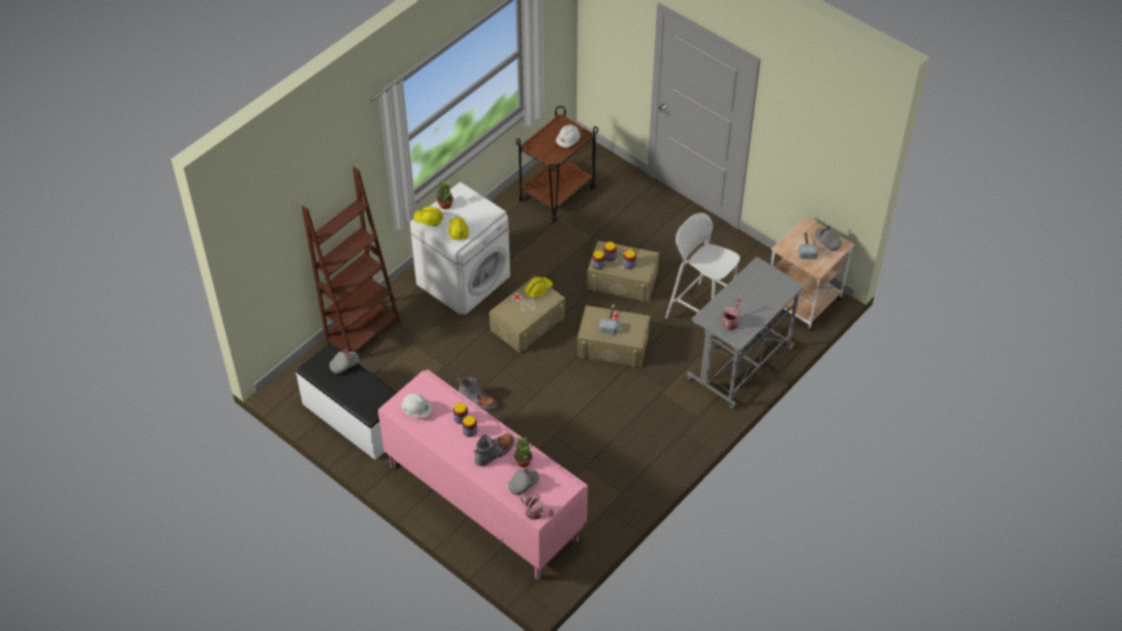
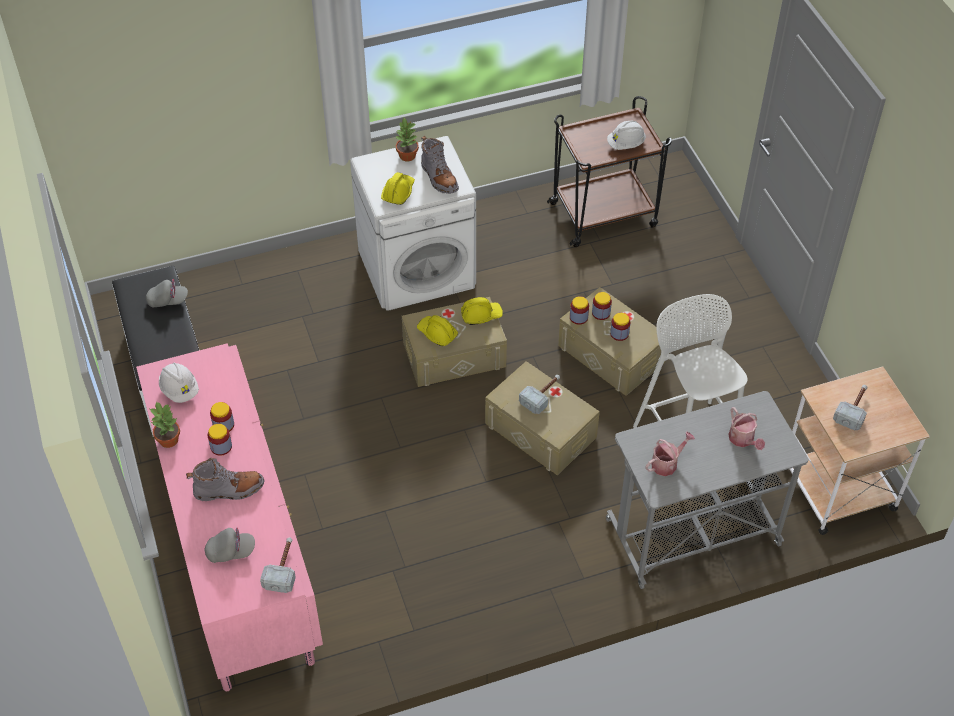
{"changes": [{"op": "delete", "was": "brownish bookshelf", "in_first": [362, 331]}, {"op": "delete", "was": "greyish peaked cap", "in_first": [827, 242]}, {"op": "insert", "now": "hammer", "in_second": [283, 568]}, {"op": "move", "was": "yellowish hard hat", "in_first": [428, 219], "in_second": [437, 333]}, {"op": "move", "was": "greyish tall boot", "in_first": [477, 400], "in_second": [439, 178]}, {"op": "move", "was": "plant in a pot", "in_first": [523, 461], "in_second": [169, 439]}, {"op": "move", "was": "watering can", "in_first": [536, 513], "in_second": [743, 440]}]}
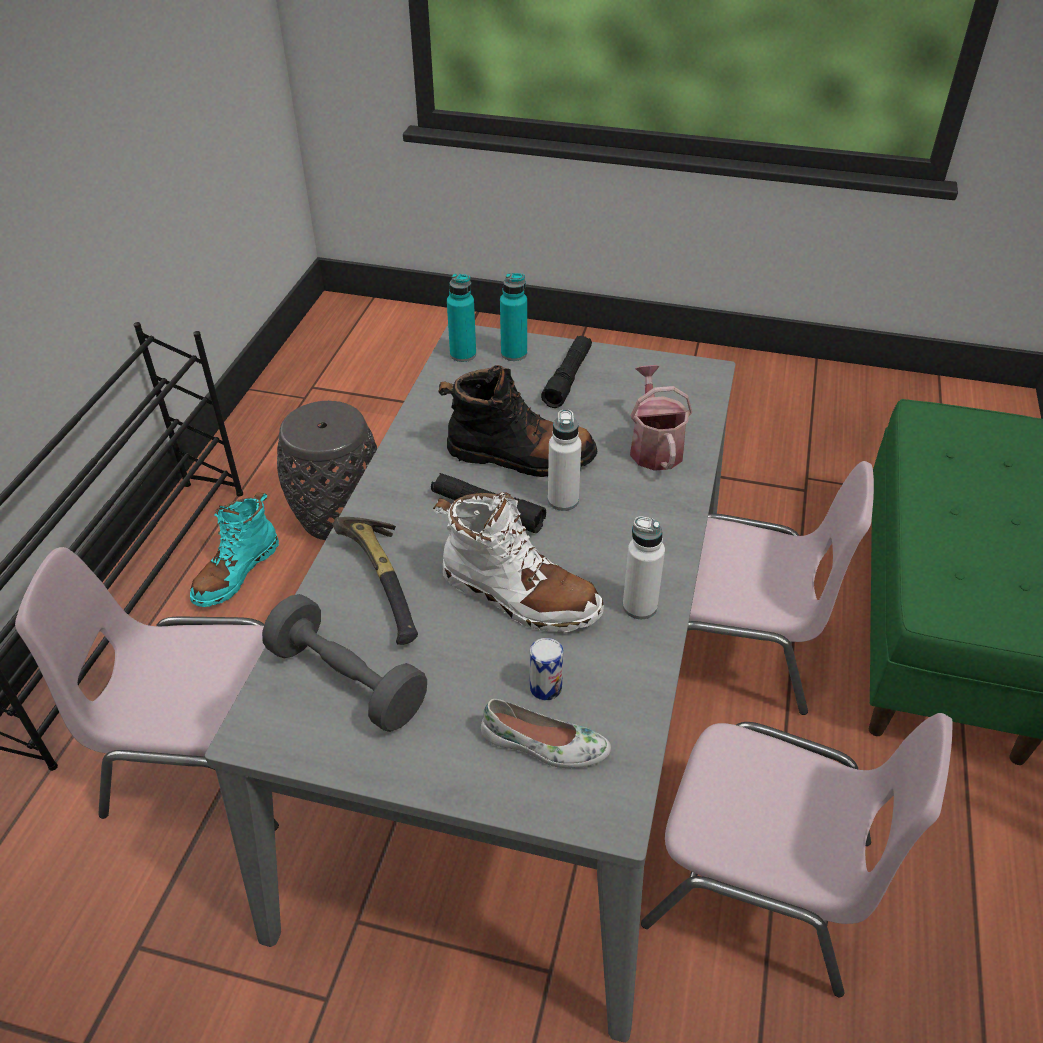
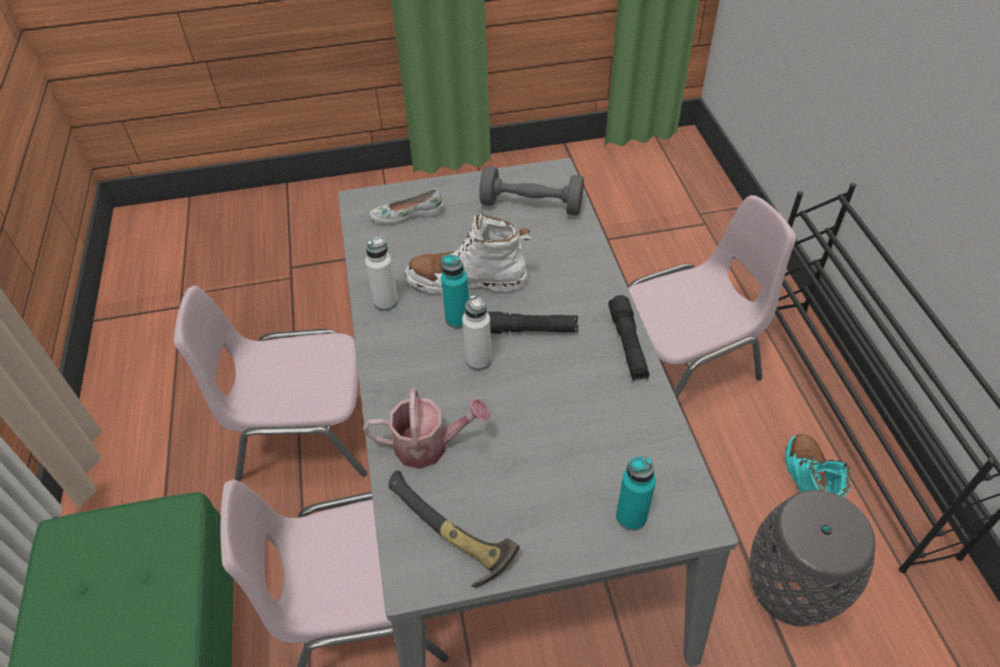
{"changes": [{"op": "delete", "was": "blackish tall boot", "in_first": [520, 456]}, {"op": "delete", "was": "metal can", "in_first": [545, 687]}, {"op": "move", "was": "hammer", "in_first": [387, 583], "in_second": [448, 536]}, {"op": "move", "was": "blue-green bottle", "in_first": [463, 354], "in_second": [458, 319]}, {"op": "move", "was": "blackish torch", "in_first": [568, 378], "in_second": [628, 345]}, {"op": "rotate", "was": "watering can", "in_first": [654, 446], "in_second": [429, 445], "clockwise": -60}]}
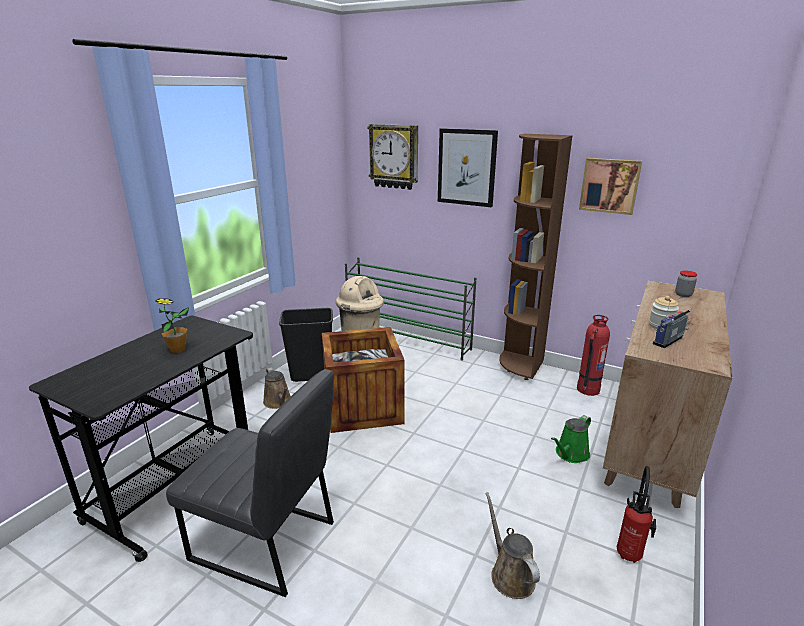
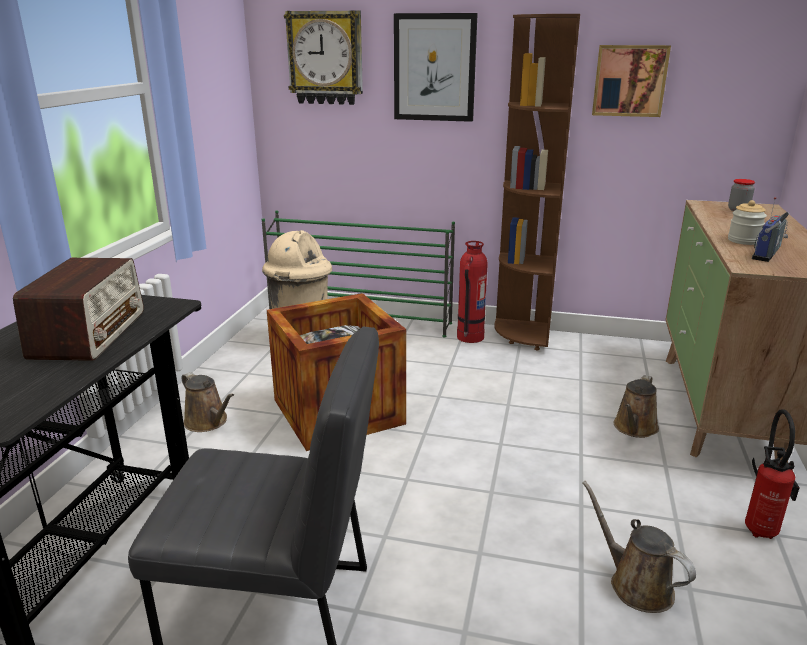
{"changes": [{"op": "delete", "was": "blackish rubbish bin", "in_first": [311, 375]}, {"op": "move", "was": "extinguisher", "in_first": [587, 389], "in_second": [469, 337]}, {"op": "replace", "was": "plant in a pot", "now": "radio", "in_first": [178, 349], "in_second": [90, 334]}, {"op": "recolor", "was": "greenish watering can", "now": "brownish watering can", "in_first": [570, 454], "in_second": [634, 428]}]}
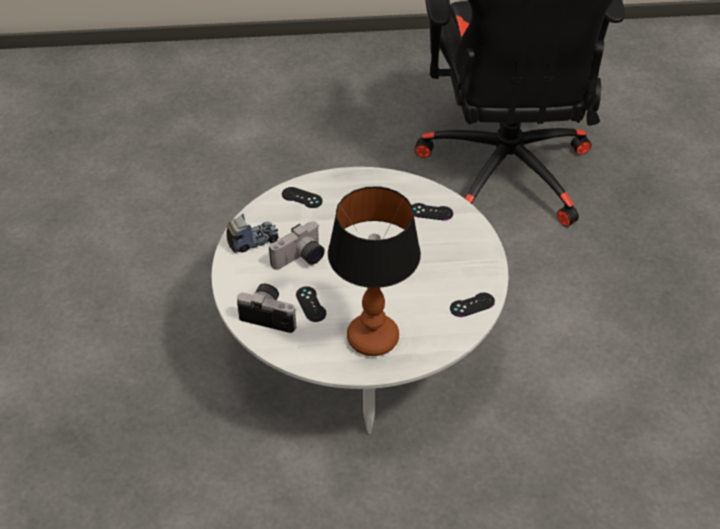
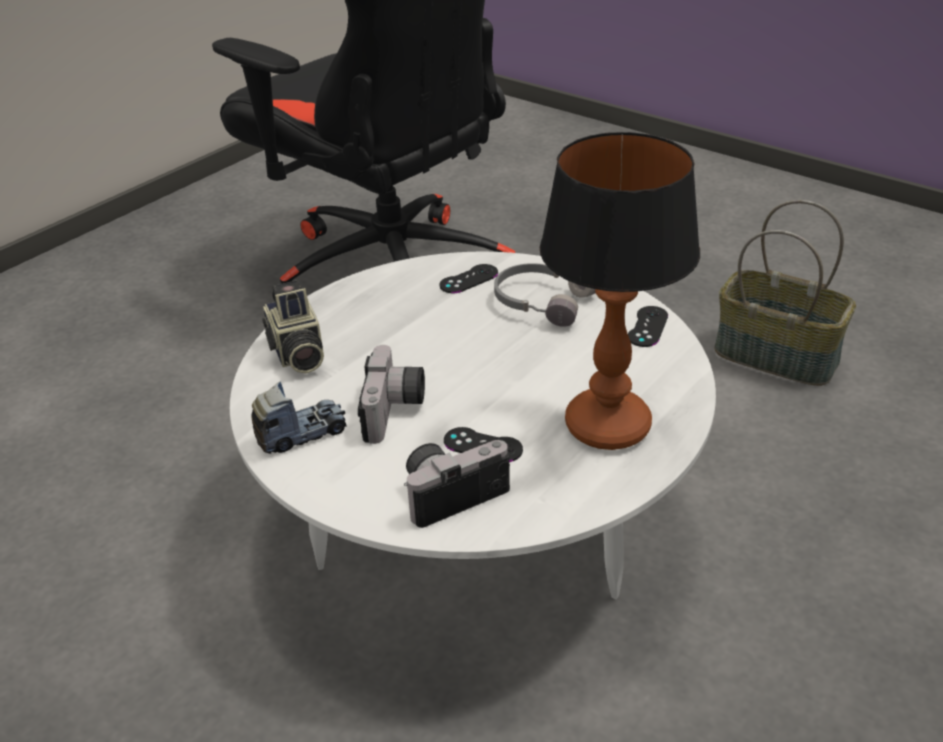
{"changes": [{"op": "insert", "now": "greyish pair of headphones", "in_second": [542, 301]}, {"op": "insert", "now": "household basket", "in_second": [777, 355]}, {"op": "replace", "was": "blackish gamepad", "now": "still camera", "in_first": [302, 198], "in_second": [296, 353]}, {"op": "rotate", "was": "toy truck", "in_first": [253, 241], "in_second": [301, 433], "clockwise": 45}]}
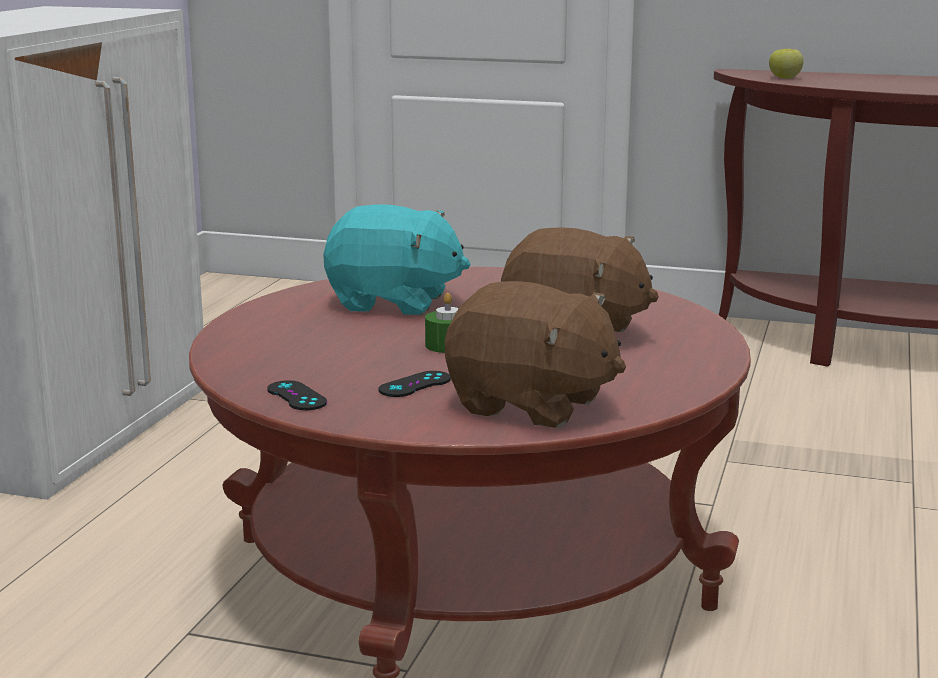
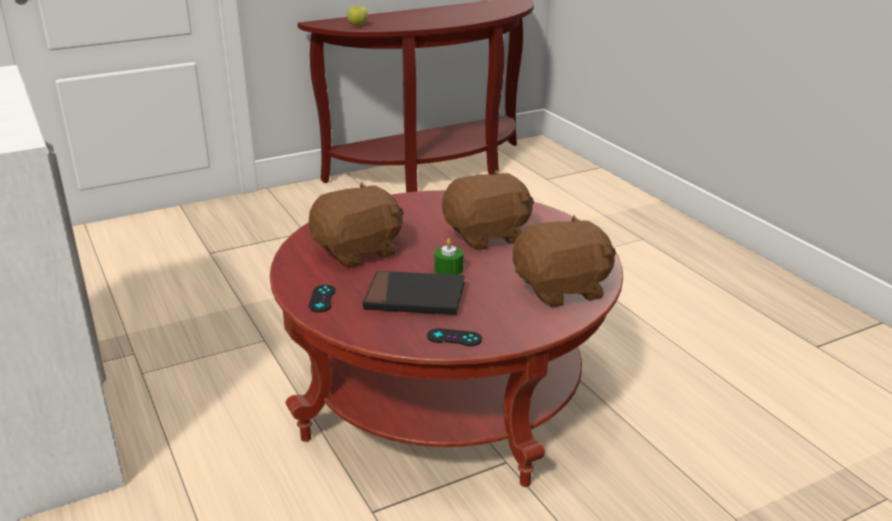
{"changes": [{"op": "insert", "now": "blackish book", "in_second": [415, 298]}, {"op": "move", "was": "blackish gamepad", "in_first": [415, 385], "in_second": [322, 299]}, {"op": "recolor", "was": "blue-green cuddly toy", "now": "brownish cuddly toy", "in_first": [394, 303], "in_second": [358, 251]}]}
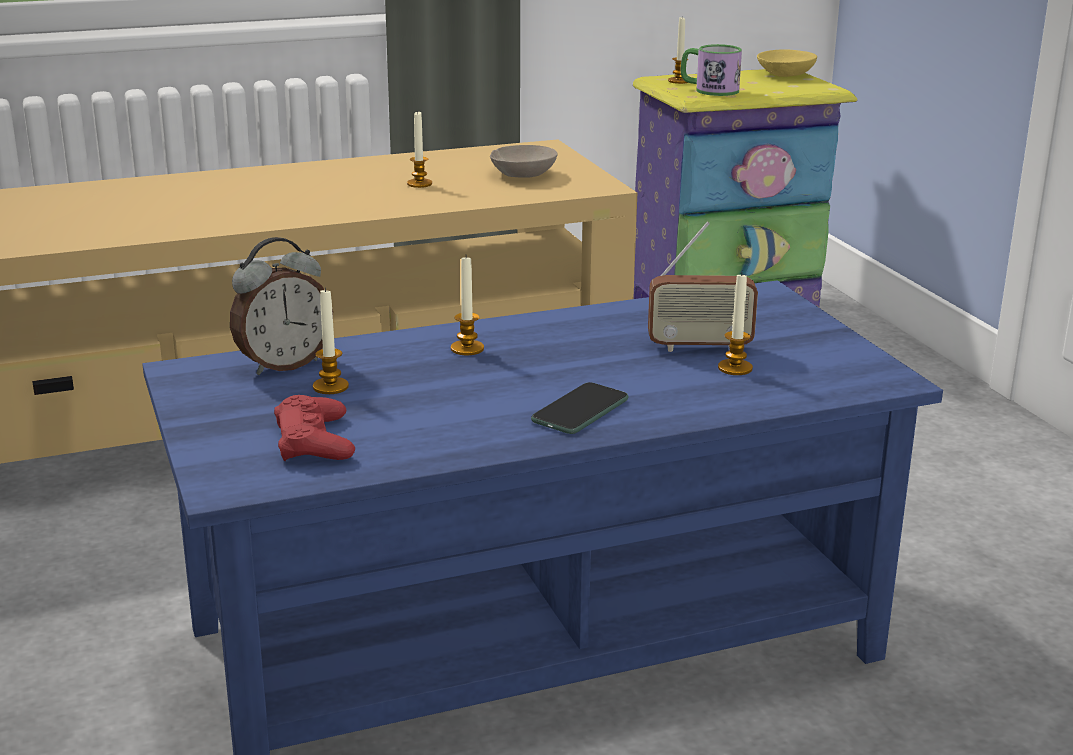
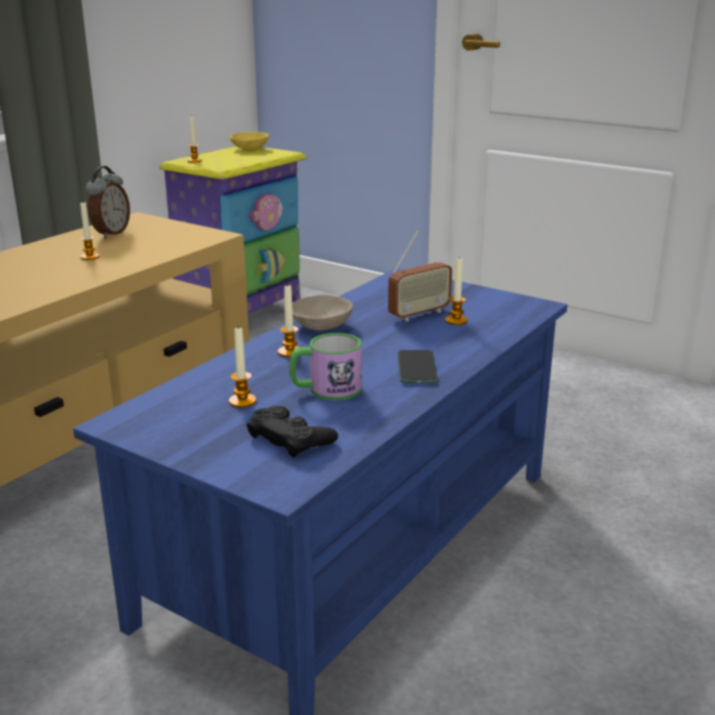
{"changes": [{"op": "move", "was": "alarm clock", "in_first": [283, 365], "in_second": [110, 233]}, {"op": "move", "was": "beige bowl", "in_first": [525, 175], "in_second": [323, 325]}, {"op": "move", "was": "tea mug", "in_first": [709, 90], "in_second": [326, 390]}, {"op": "recolor", "was": "red gamepad", "now": "blackish gamepad", "in_first": [314, 440], "in_second": [290, 438]}]}
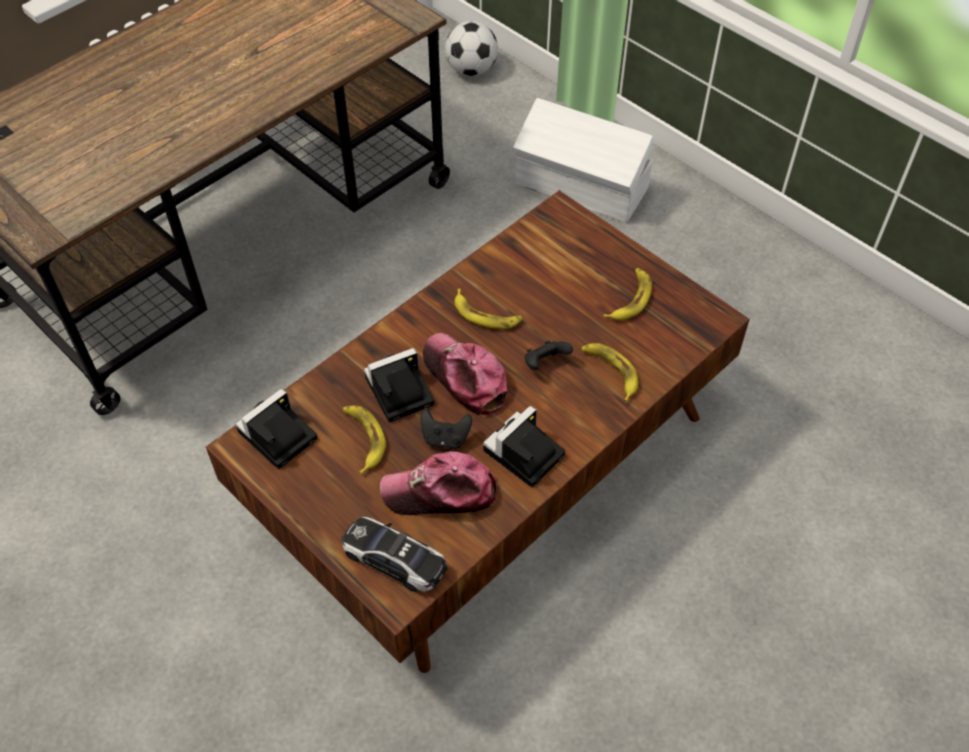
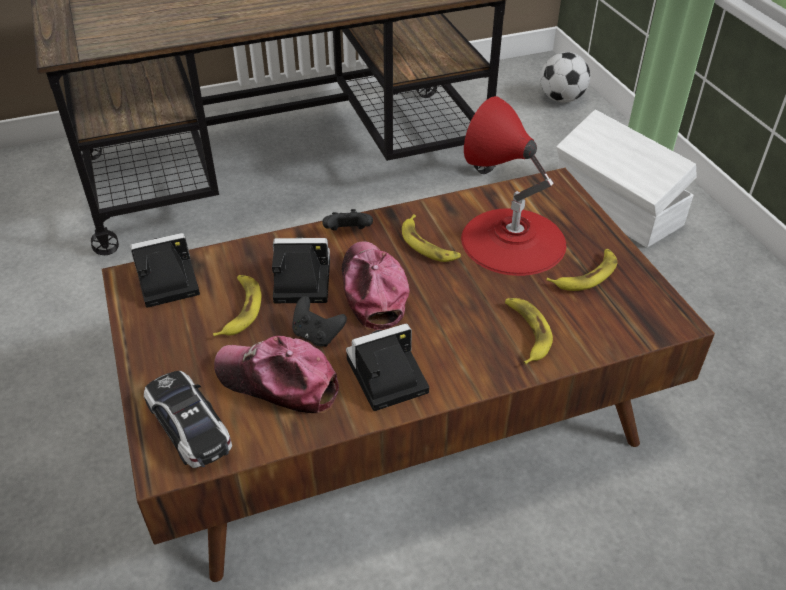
{"changes": [{"op": "insert", "now": "red lamp for a table", "in_second": [512, 241]}, {"op": "move", "was": "blackish gamepad", "in_first": [545, 363], "in_second": [348, 233]}]}
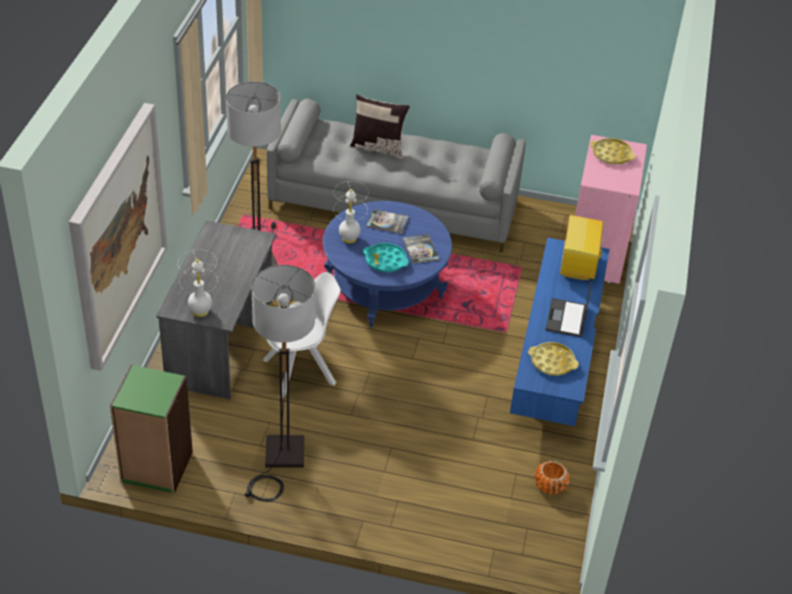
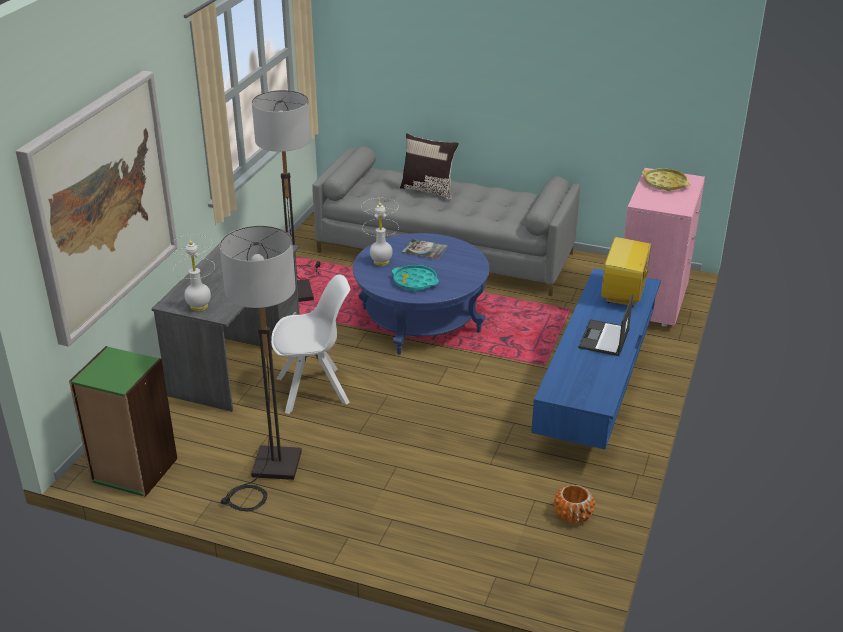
{"changes": [{"op": "delete", "was": "book", "in_first": [420, 249]}, {"op": "delete", "was": "yellowish carrying tray", "in_first": [552, 362]}]}
